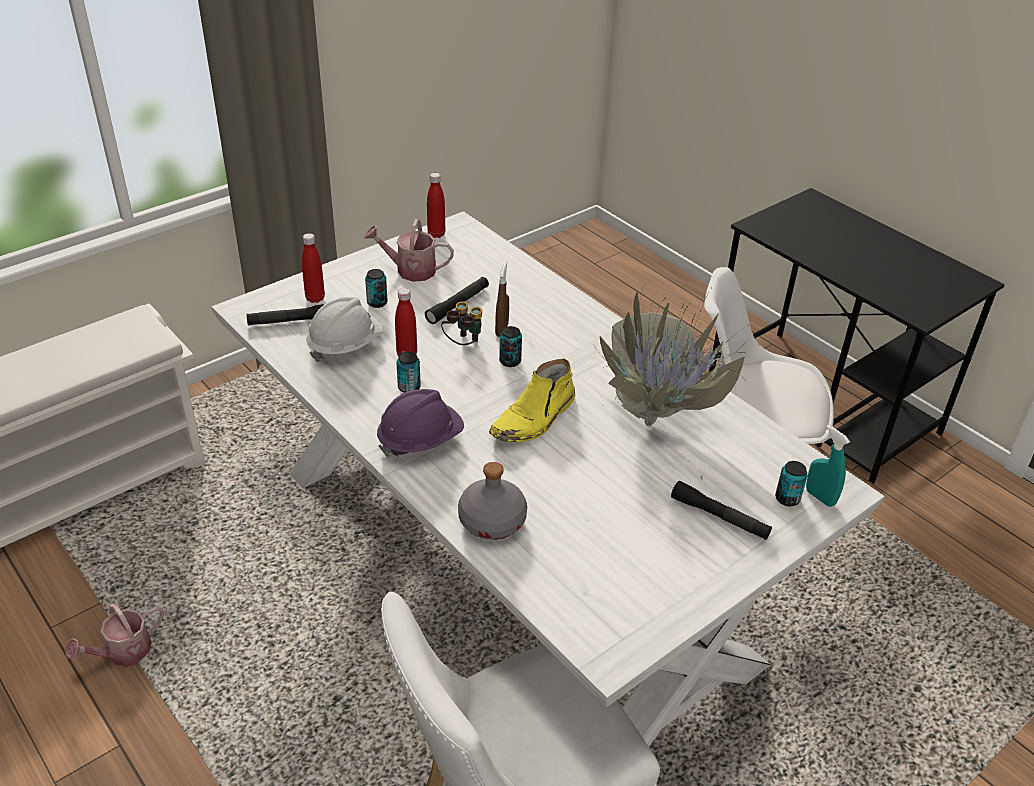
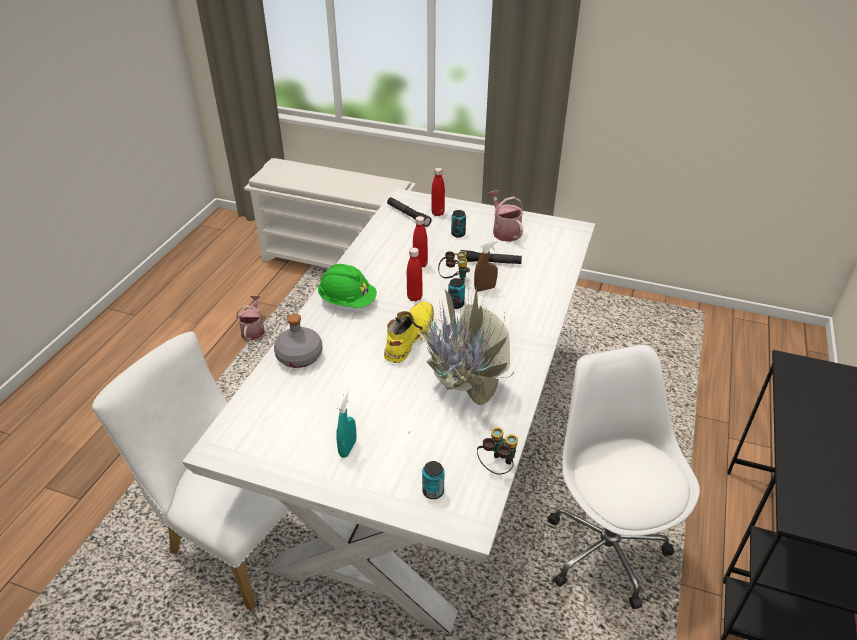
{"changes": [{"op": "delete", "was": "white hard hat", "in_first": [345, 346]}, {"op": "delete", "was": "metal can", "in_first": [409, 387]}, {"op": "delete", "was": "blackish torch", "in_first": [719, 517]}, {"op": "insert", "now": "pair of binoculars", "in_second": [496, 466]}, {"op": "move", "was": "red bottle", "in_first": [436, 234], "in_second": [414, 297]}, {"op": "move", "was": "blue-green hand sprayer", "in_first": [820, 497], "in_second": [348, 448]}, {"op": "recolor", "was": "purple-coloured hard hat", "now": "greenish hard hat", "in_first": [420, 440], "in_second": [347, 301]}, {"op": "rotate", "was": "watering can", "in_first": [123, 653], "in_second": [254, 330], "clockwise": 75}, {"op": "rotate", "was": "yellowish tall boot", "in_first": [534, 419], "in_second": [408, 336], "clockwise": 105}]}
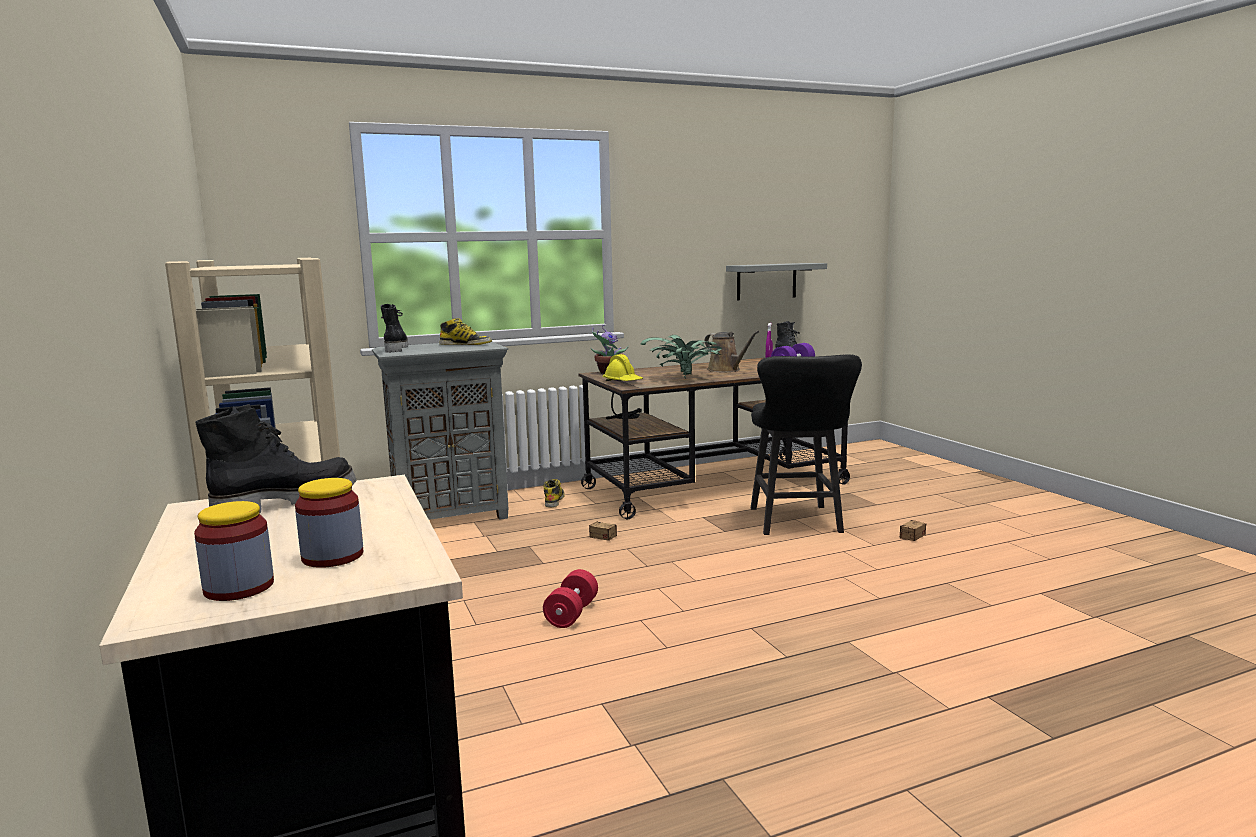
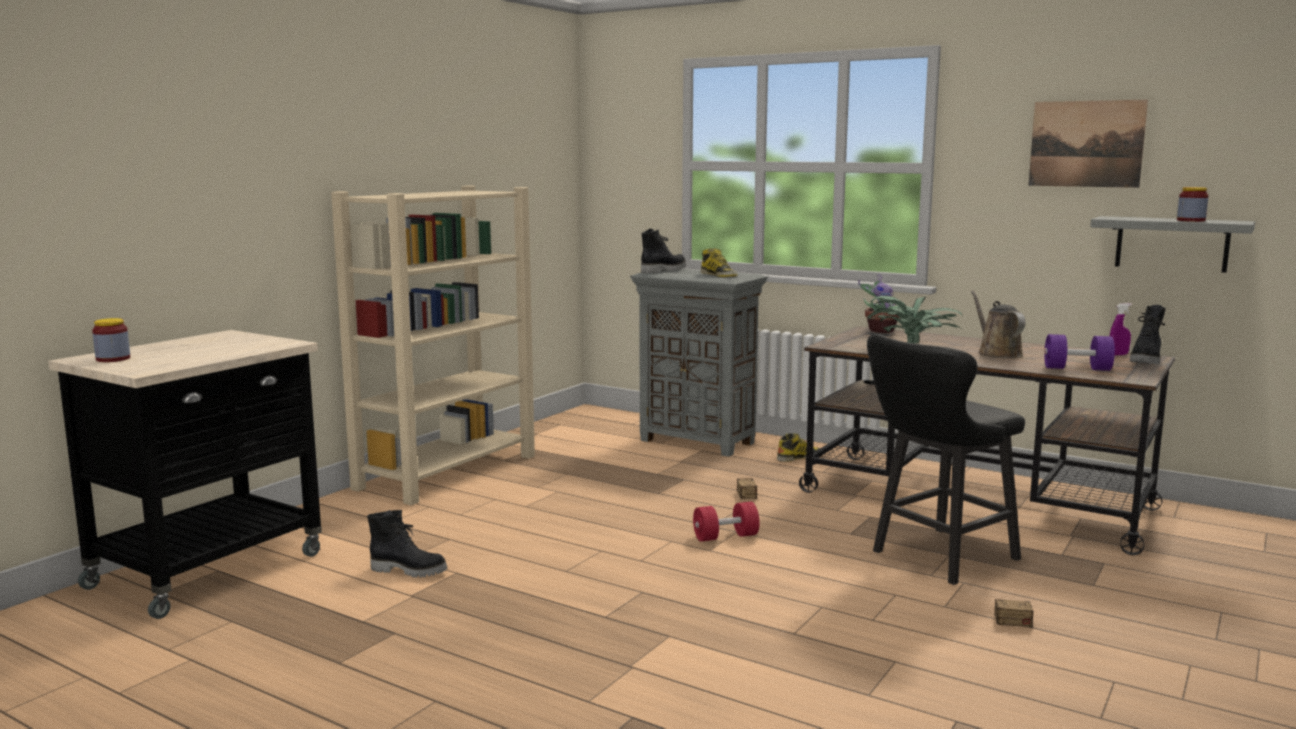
{"changes": [{"op": "delete", "was": "yellowish hard hat", "in_first": [623, 382]}, {"op": "insert", "now": "wall picture", "in_second": [1086, 144]}, {"op": "move", "was": "blackish tall boot", "in_first": [286, 502], "in_second": [409, 570]}, {"op": "move", "was": "preserve jar", "in_first": [332, 556], "in_second": [1191, 220]}, {"op": "move", "was": "red hand weight", "in_first": [571, 614], "in_second": [725, 537]}, {"op": "rotate", "was": "brownish watering can", "in_first": [726, 370], "in_second": [997, 353], "clockwise": 150}]}
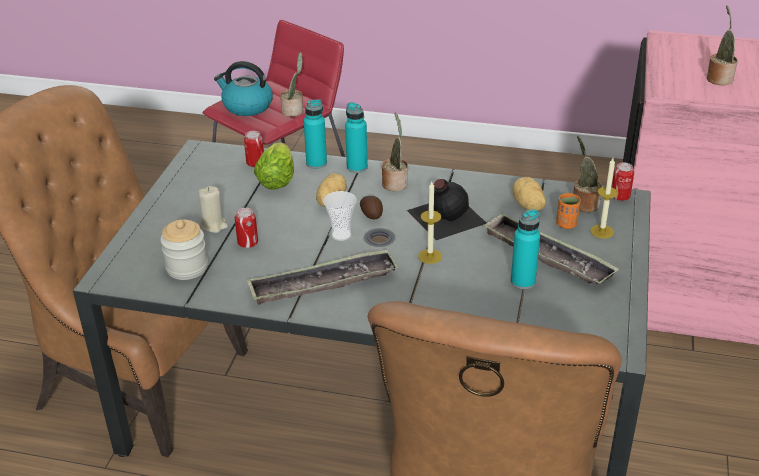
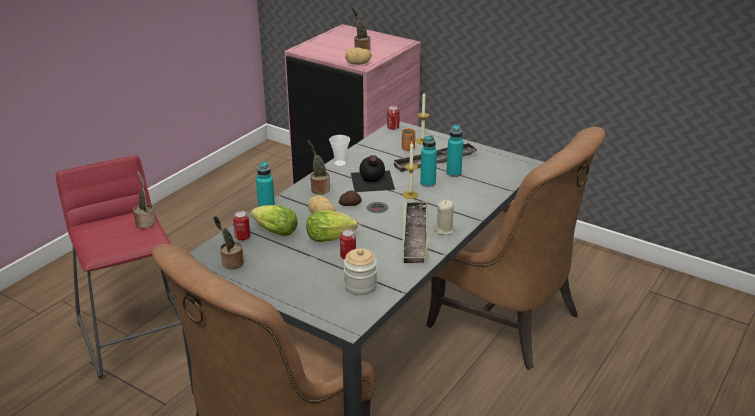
{"changes": [{"op": "delete", "was": "water kettle", "in_first": [246, 106]}, {"op": "insert", "now": "lettuce", "in_second": [332, 238]}, {"op": "move", "was": "beige wax candle", "in_first": [214, 225], "in_second": [444, 230]}, {"op": "move", "was": "small cup", "in_first": [341, 235], "in_second": [340, 163]}, {"op": "move", "was": "blue-green bottle", "in_first": [357, 167], "in_second": [428, 183]}, {"op": "move", "was": "potato", "in_first": [528, 206], "in_second": [358, 64]}, {"op": "move", "was": "plant in a pot", "in_first": [583, 204], "in_second": [231, 263]}]}
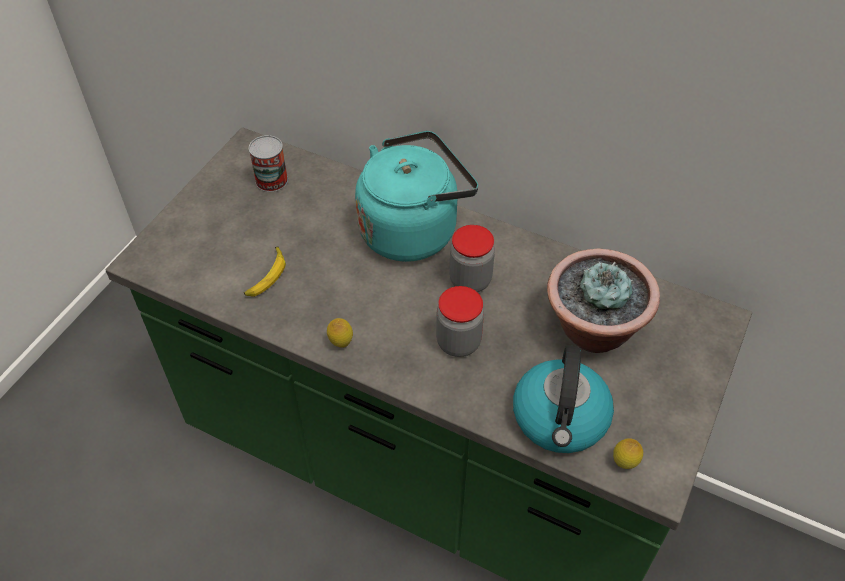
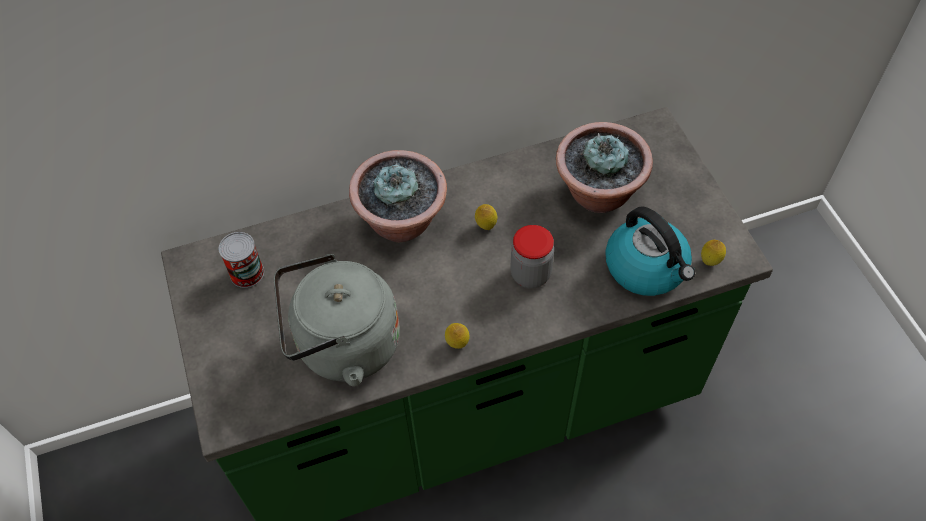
{"changes": [{"op": "replace", "was": "whole banana", "now": "greyish water kettle", "in_first": [266, 276], "in_second": [342, 346]}, {"op": "replace", "was": "blue-green water kettle", "now": "plant in a pot", "in_first": [413, 229], "in_second": [402, 222]}, {"op": "replace", "was": "preserve jar", "now": "lemon", "in_first": [470, 280], "in_second": [486, 226]}]}
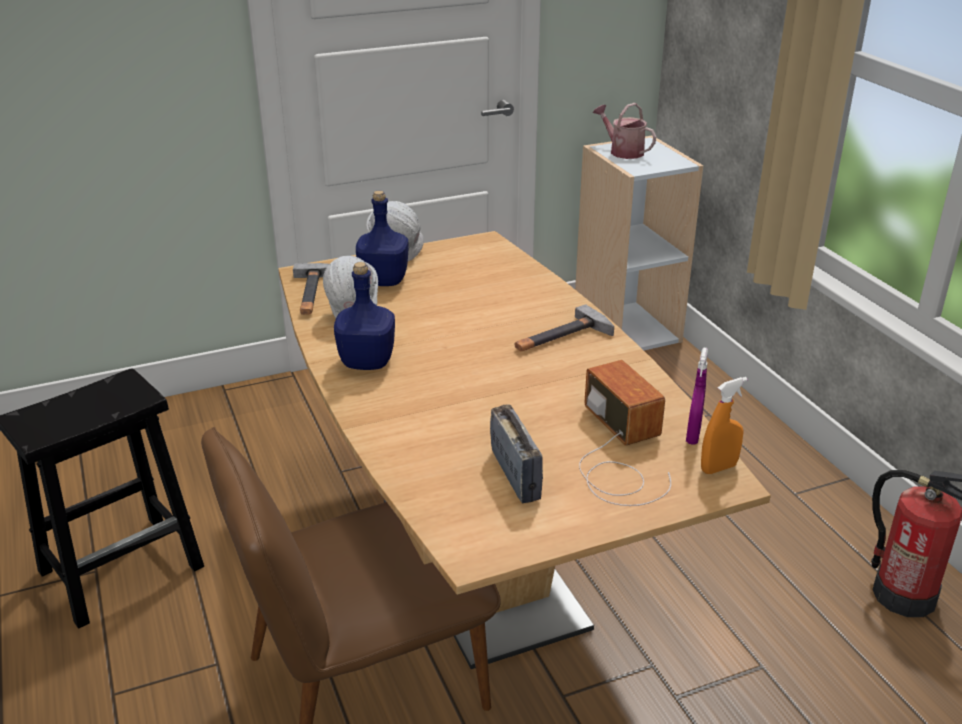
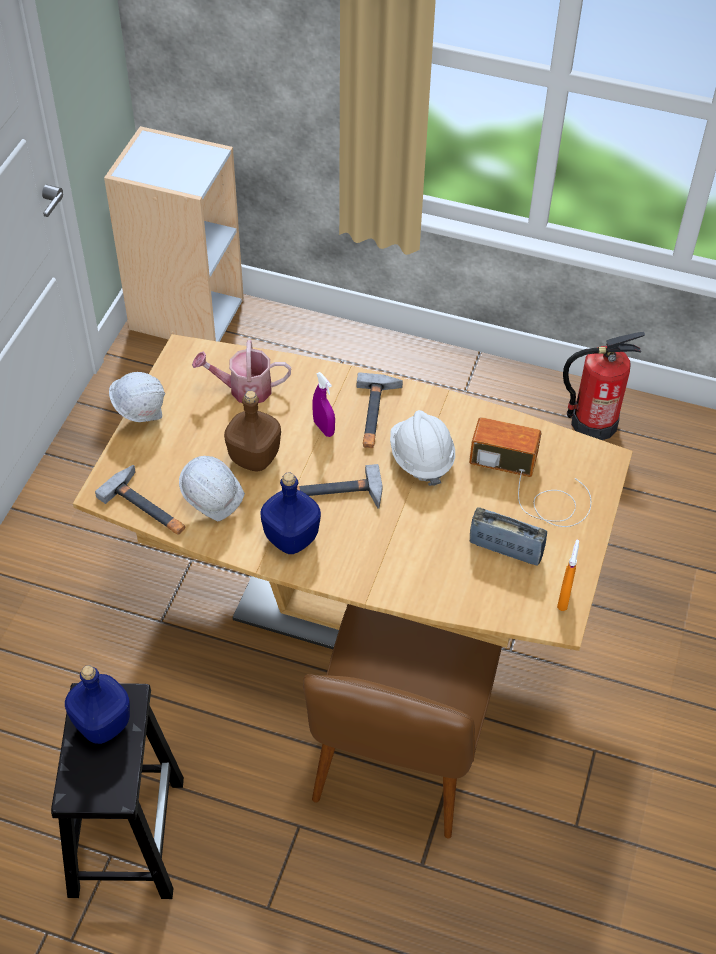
{"changes": [{"op": "insert", "now": "brownish bottle", "in_second": [254, 458]}, {"op": "insert", "now": "hammer", "in_second": [333, 493]}, {"op": "insert", "now": "white hard hat", "in_second": [421, 458]}, {"op": "move", "was": "blue-coloured bottle", "in_first": [384, 280], "in_second": [102, 723]}, {"op": "move", "was": "watering can", "in_first": [623, 151], "in_second": [244, 389]}, {"op": "move", "was": "purple-coloured hand sprayer", "in_first": [693, 436], "in_second": [323, 428]}, {"op": "move", "was": "orangey hand sprayer", "in_first": [718, 468], "in_second": [564, 599]}]}
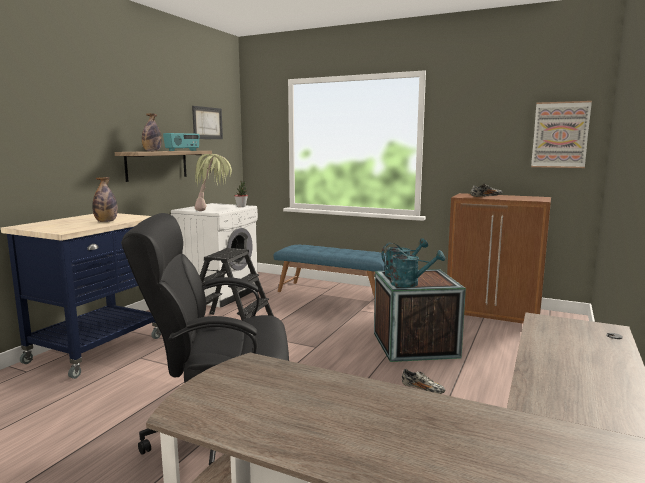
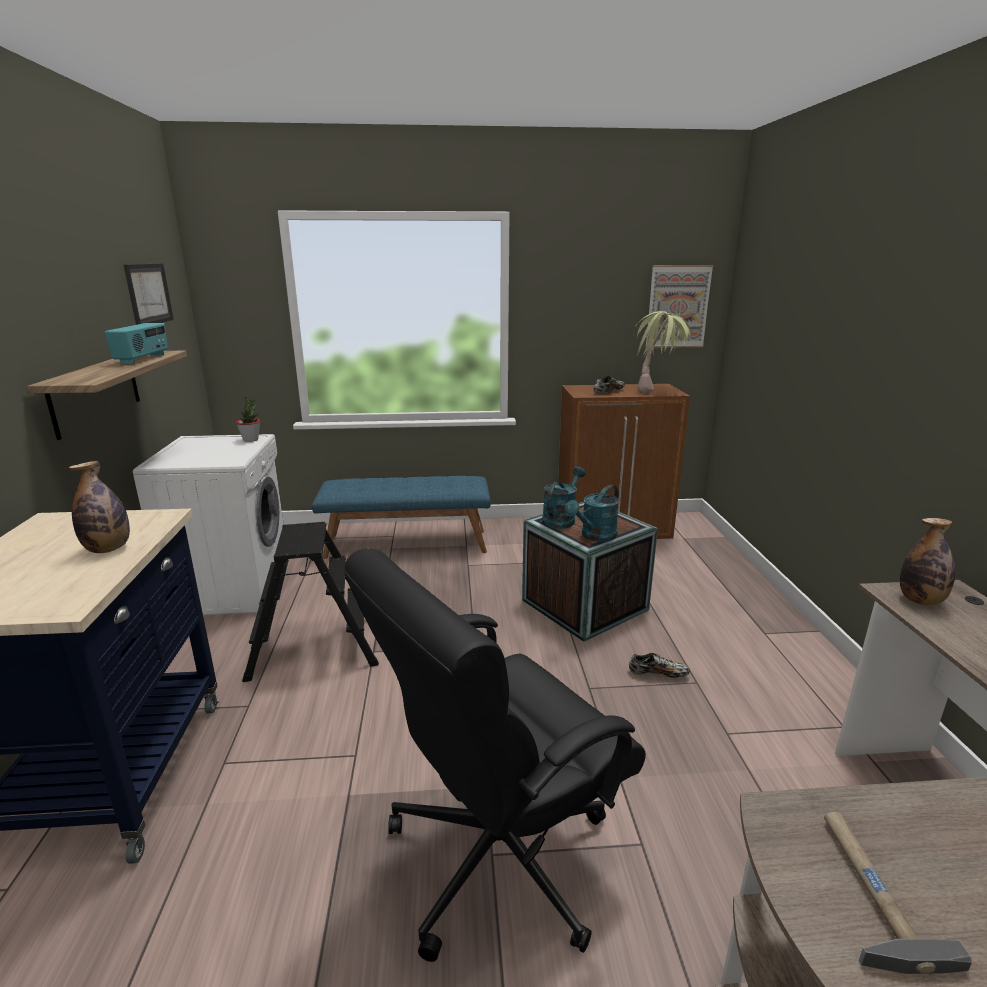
{"changes": [{"op": "insert", "now": "hammer", "in_second": [867, 889]}, {"op": "move", "was": "bottle", "in_first": [152, 151], "in_second": [920, 600]}, {"op": "move", "was": "plant in a pot", "in_first": [214, 210], "in_second": [657, 390]}, {"op": "rotate", "was": "blue-green watering can", "in_first": [410, 284], "in_second": [594, 536], "clockwise": 150}]}
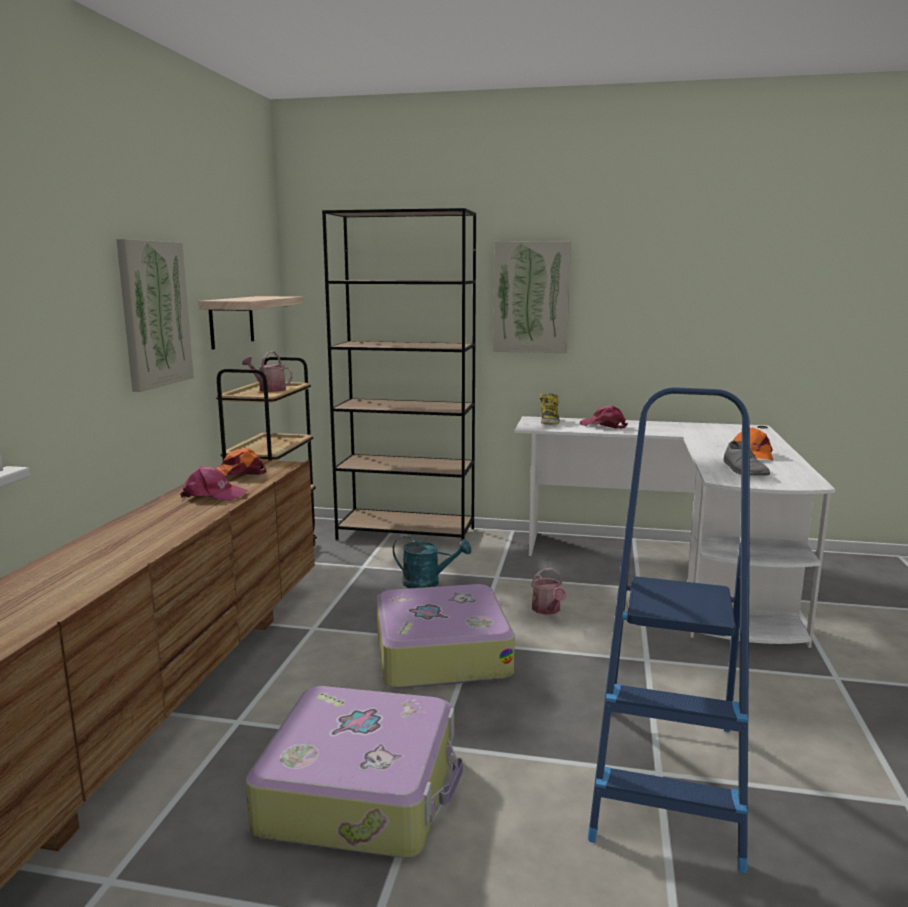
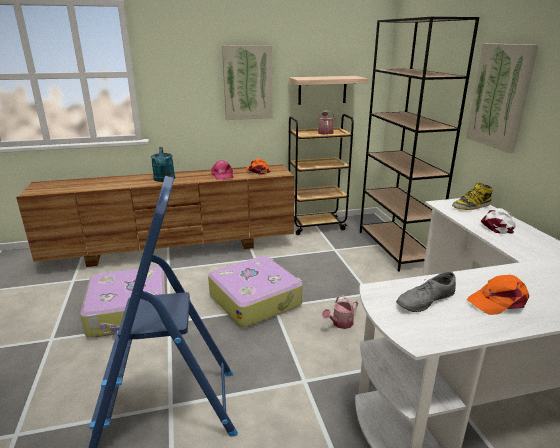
{"changes": [{"op": "move", "was": "blue-green watering can", "in_first": [428, 583], "in_second": [164, 179]}, {"op": "recolor", "was": "pink peaked cap", "now": "white peaked cap", "in_first": [603, 425], "in_second": [497, 225]}]}
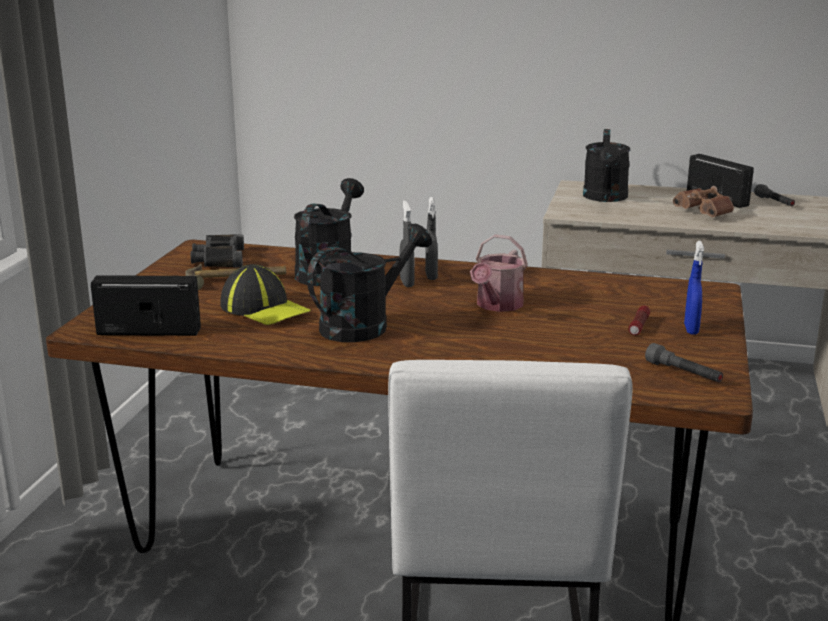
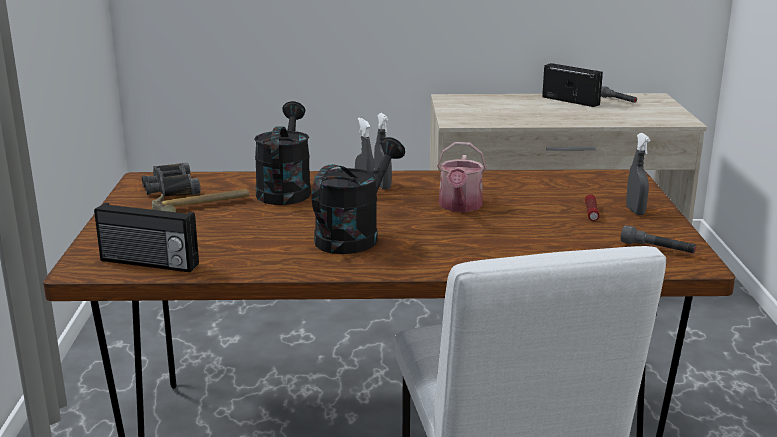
{"changes": [{"op": "delete", "was": "peaked cap", "in_first": [264, 309]}, {"op": "delete", "was": "blackish watering can", "in_first": [605, 198]}, {"op": "delete", "was": "brownish pair of binoculars", "in_first": [705, 214]}, {"op": "recolor", "was": "blue-coloured hand sprayer", "now": "greyish hand sprayer", "in_first": [691, 329], "in_second": [635, 211]}, {"op": "rotate", "was": "radio", "in_first": [149, 331], "in_second": [148, 263], "clockwise": -150}]}
